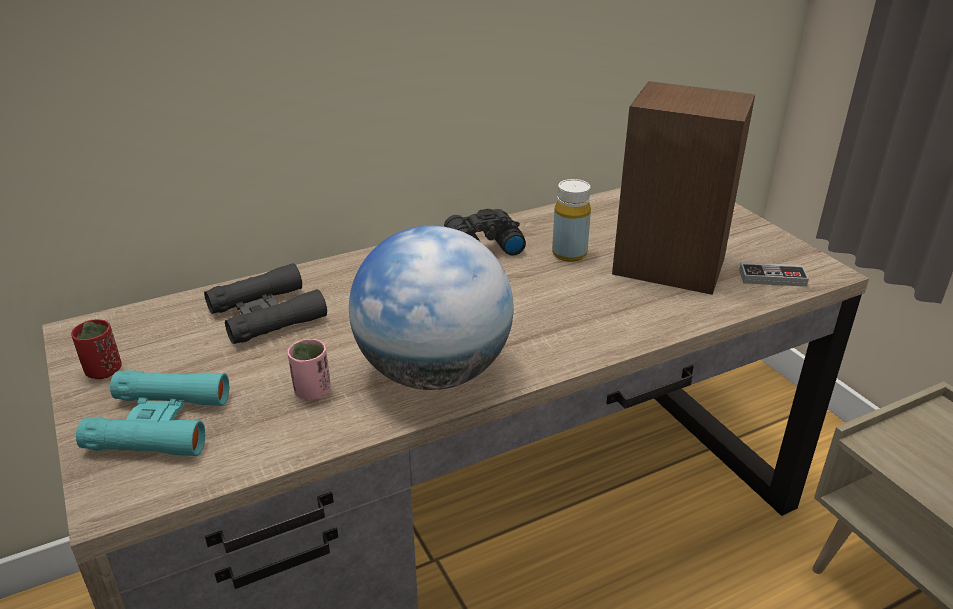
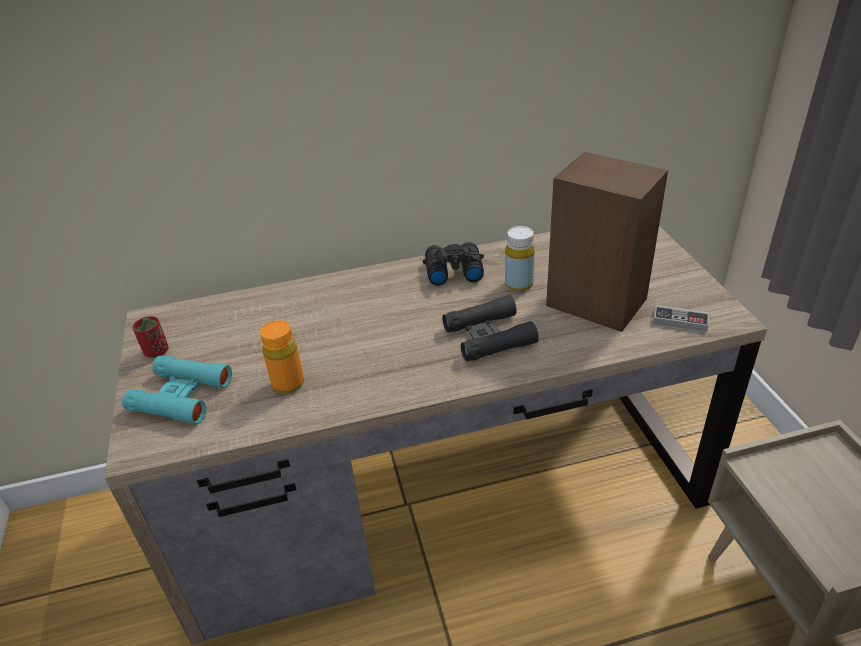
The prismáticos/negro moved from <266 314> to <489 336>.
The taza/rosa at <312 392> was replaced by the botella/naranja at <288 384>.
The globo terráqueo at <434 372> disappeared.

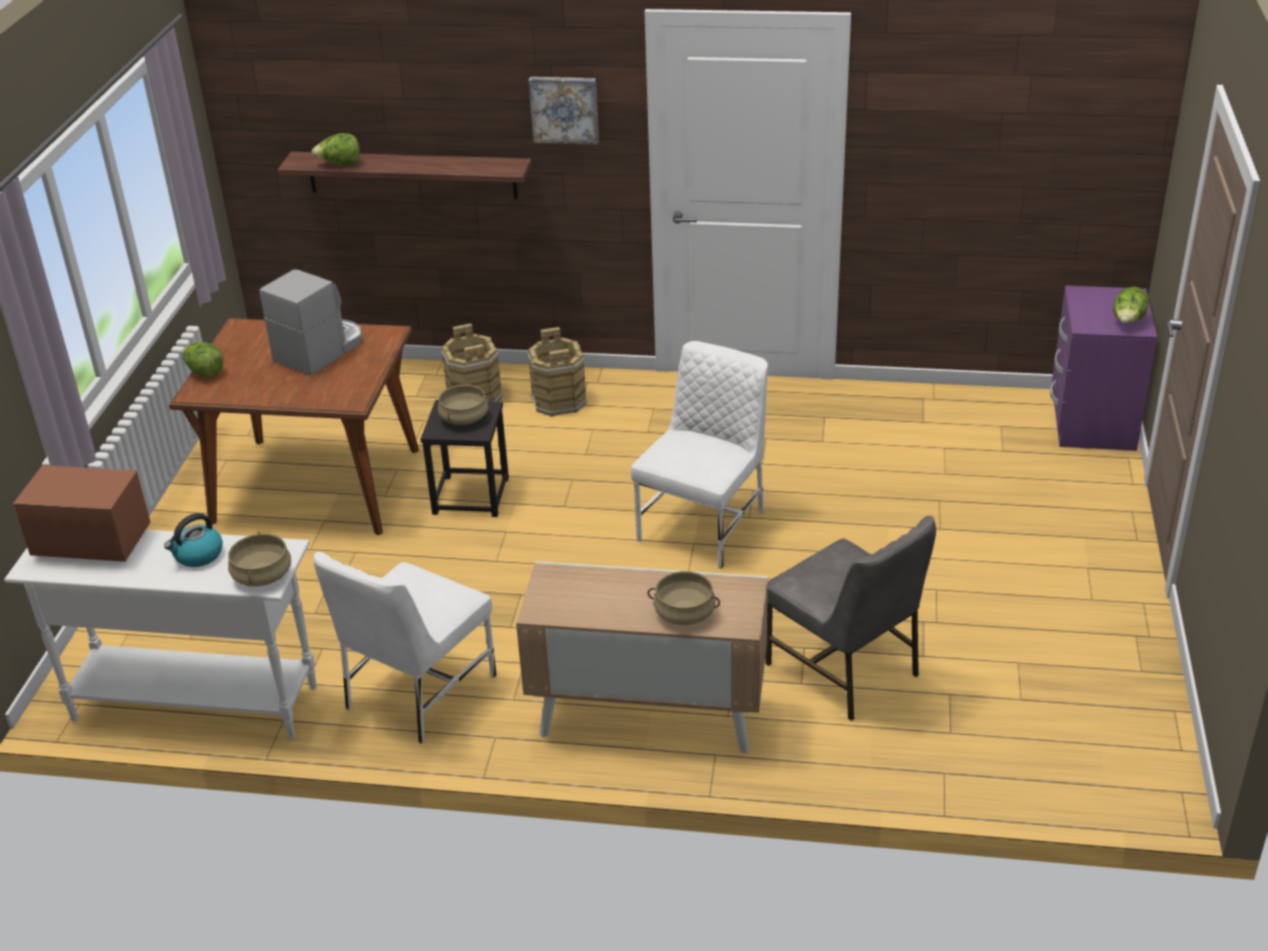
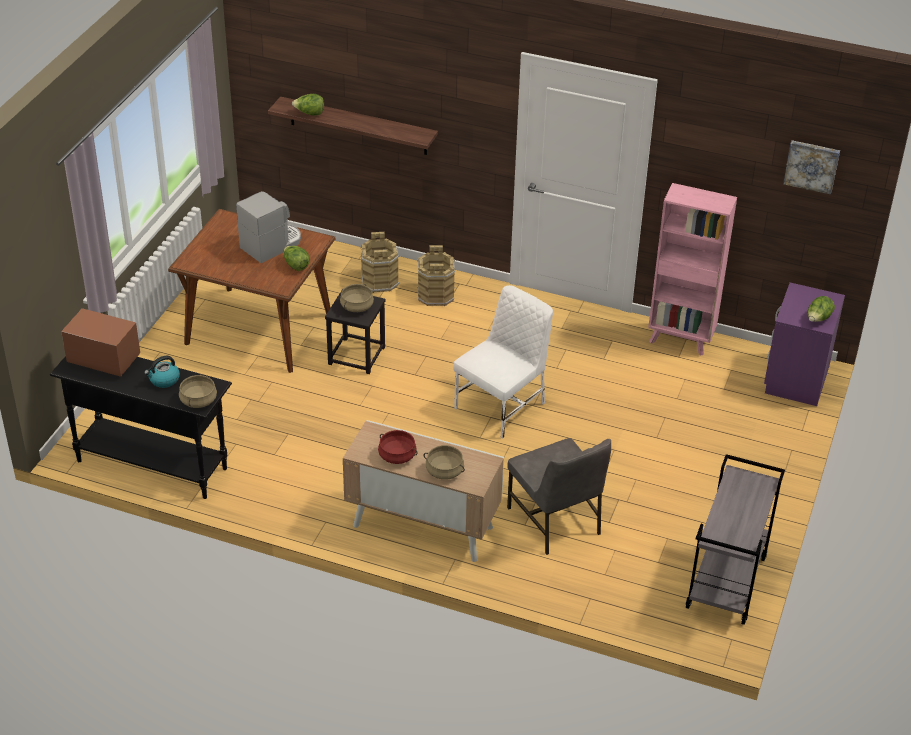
The mesa consola/blanco at <194 703> became the mesa consola/negro at <151 464>.
The lechuga moved from <204 372> to <296 266>.
The silla/blanco at <417 692> disappeared.
The cuadro moved from <564 109> to <811 165>.
The olla/rojo at <397 456> appeared.
The estantería/rosa at <681 340> appeared.
The carrito/gris at <726 584> appeared.

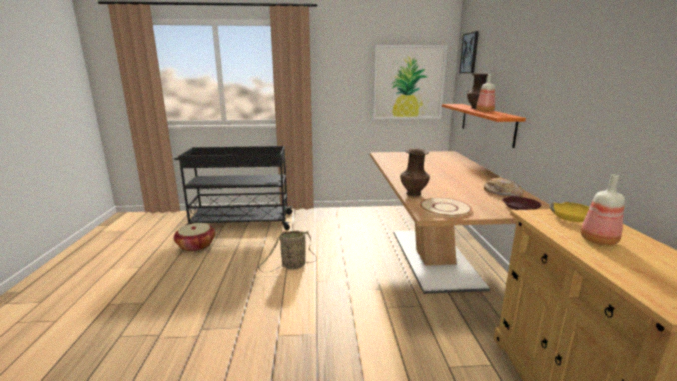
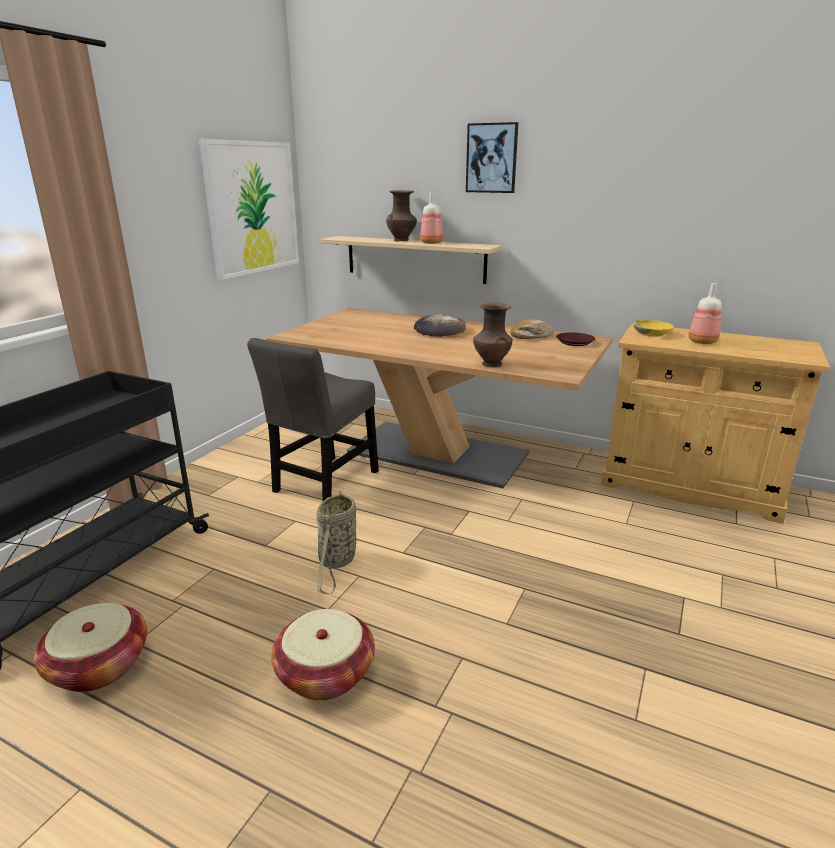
The plato/beis at <444 208> disappeared.
The estante/naranja at <486 123> became the estante/beis at <415 259>.
The cuadro moved from <469 53> to <492 158>.
The silla/gris at <324 484> appeared.
The cesta at <325 673> appeared.
The pan at <439 331> appeared.

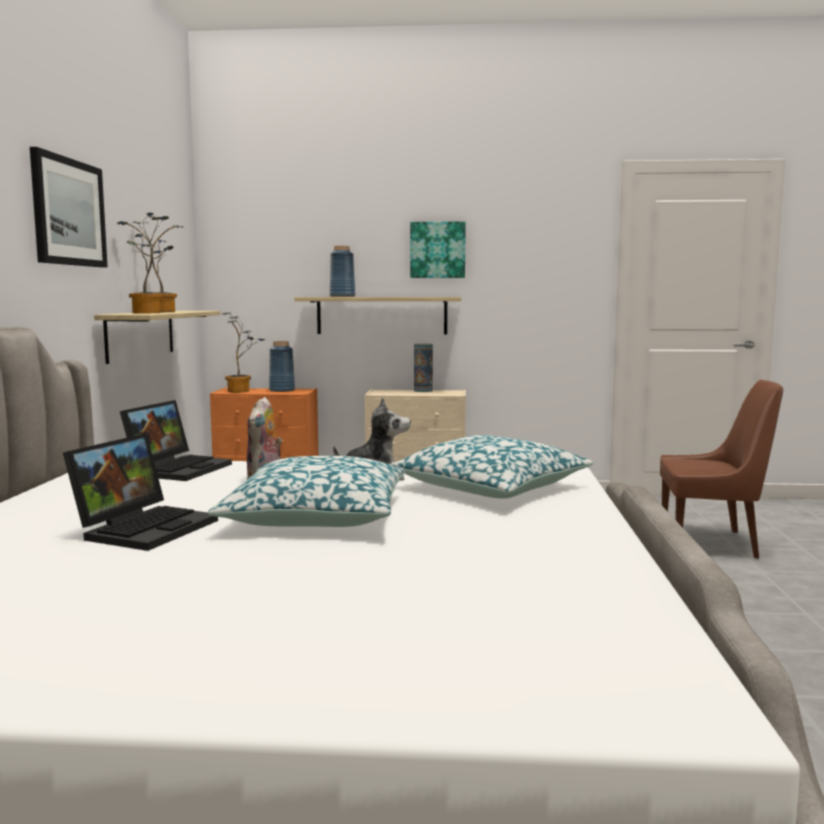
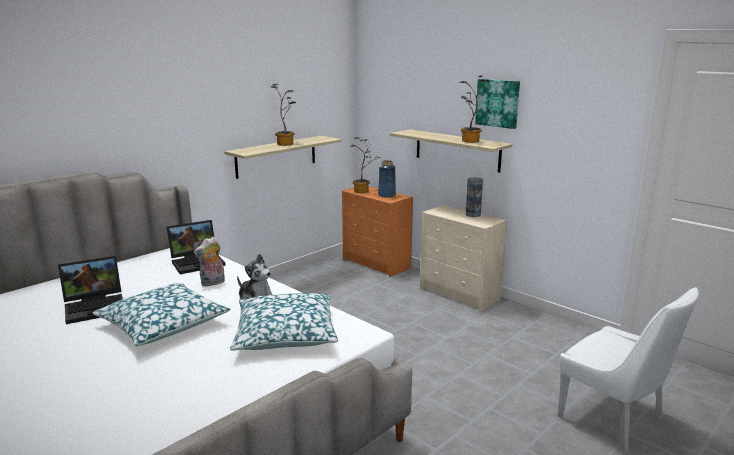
The cuadro at <68 212> disappeared.
The planta en maceta moved from <146 313> to <469 141>.
The florero/azul at <342 296> disappeared.
The silla/marrón at <712 543> became the silla/blanco at <614 419>.

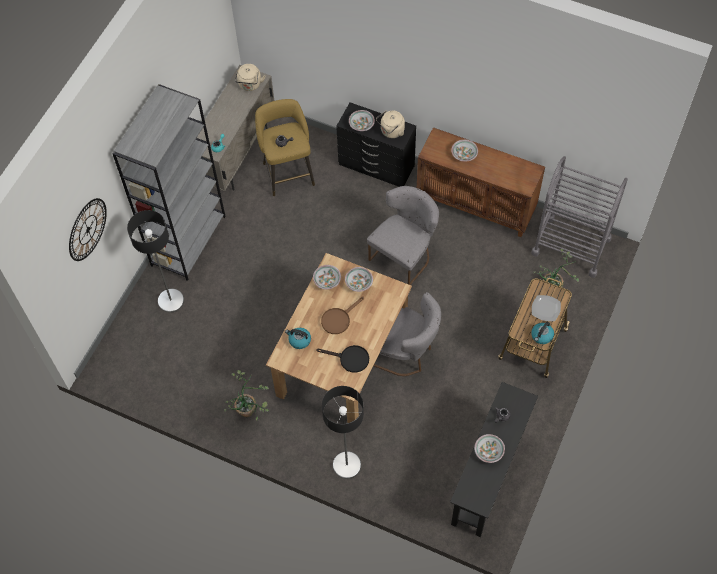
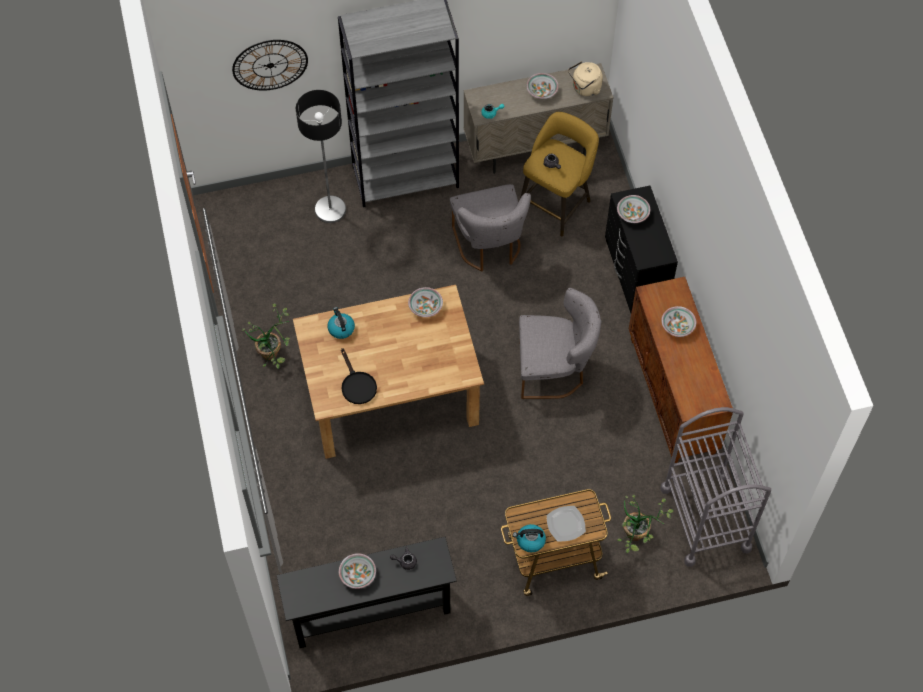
The sartén/marrón at <338 319> disappeared.
The lámpara de pie at <346 465> disappeared.
The cuenco moved from <358 283> to <541 91>.
The silla/gris moved from <405 352> to <489 246>.
The hervidor/beis at <391 131> disappeared.

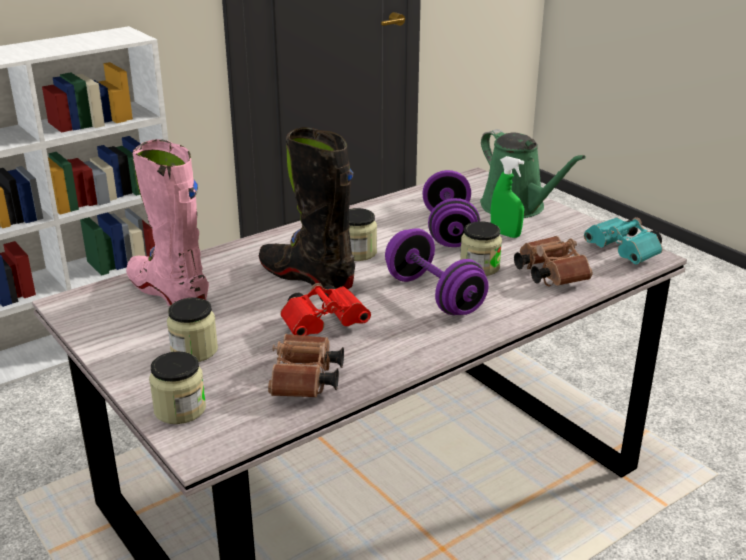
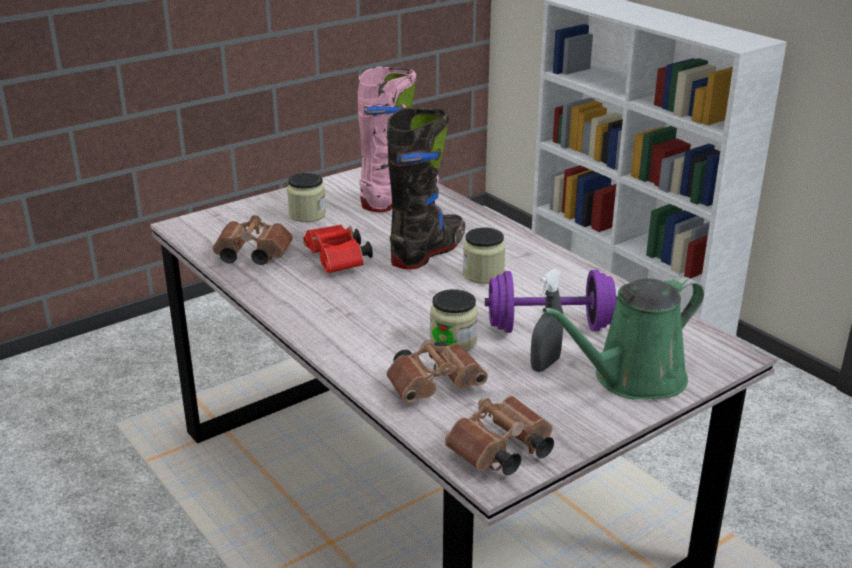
The tarro at <180 409> disappeared.
The mancuerna/morado at <434 295> disappeared.
The pulverizador/verde at <505 234> became the pulverizador/gris at <545 364>.
The prismáticos/turquesa at <625 253> became the prismáticos/marrón at <500 453>.

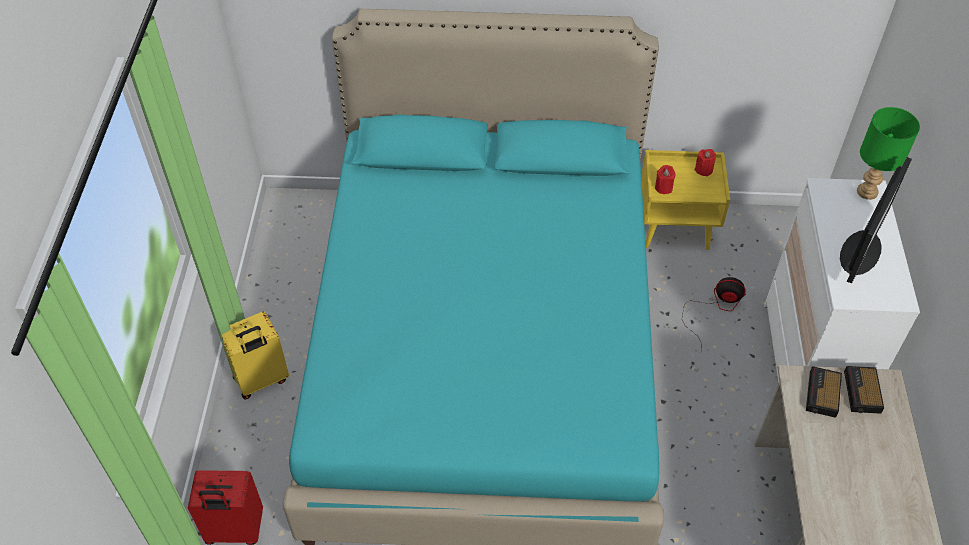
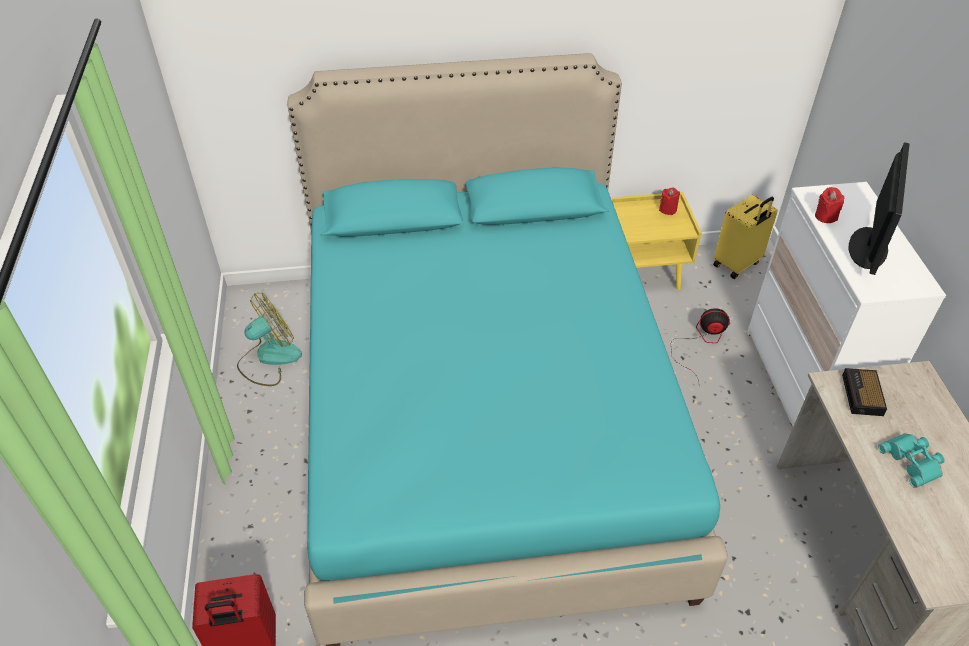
The maleta/amarillo moved from <261 380> to <737 264>.
The vela/rojo moved from <663 187> to <825 216>.
The despertador at <862 393> disappeared.
The lámpara de mesa/verde at <868 192> disappeared.
The ventilador at <269 358> appeared.
The prismáticos/turquesa at <913 461> appeared.

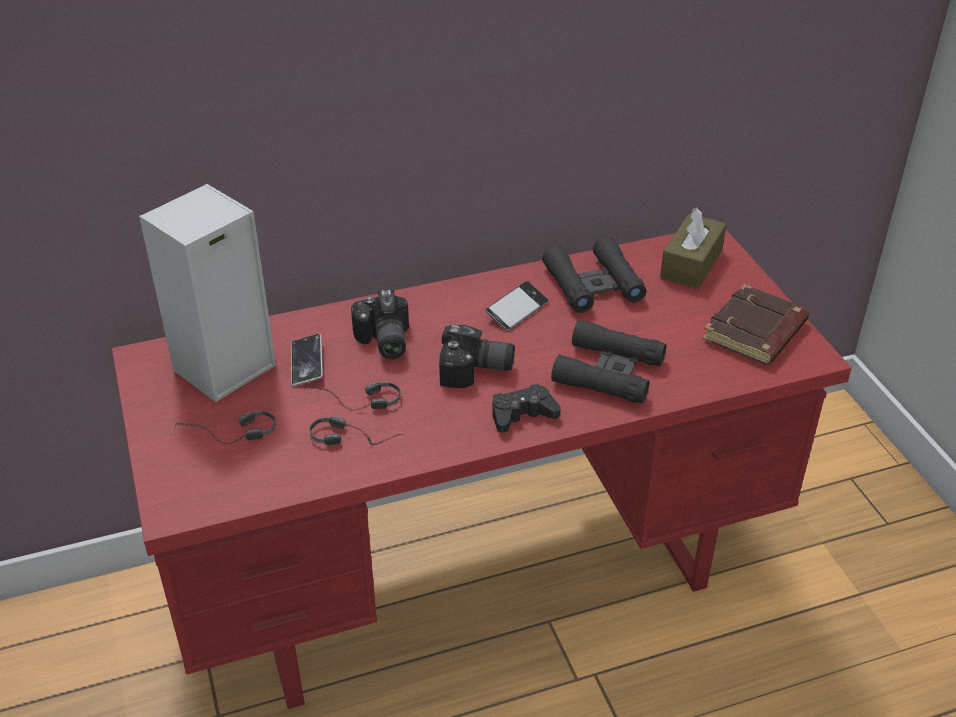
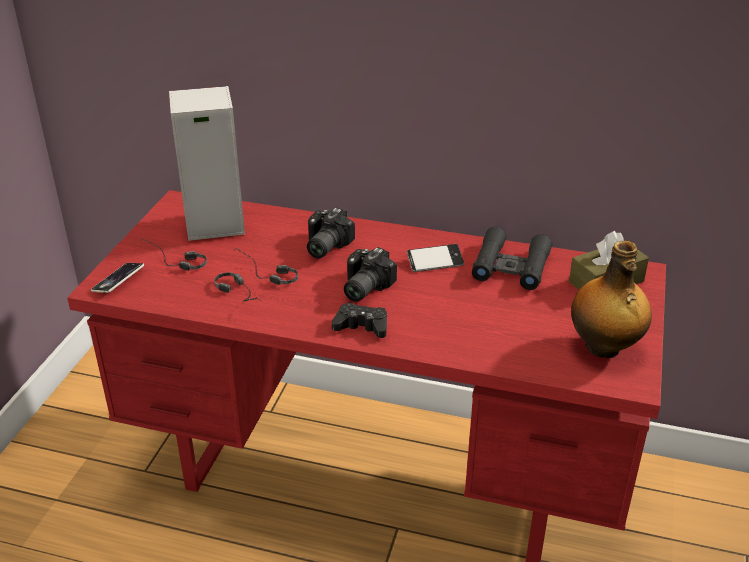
The móvil moved from <307 363> to <118 280>.
The cámara at <476 371> turned 75 degrees clockwise.
The prismáticos/negro at <608 371> disappeared.
The libro/marrón at <755 333> was replaced by the botella at <603 348>.

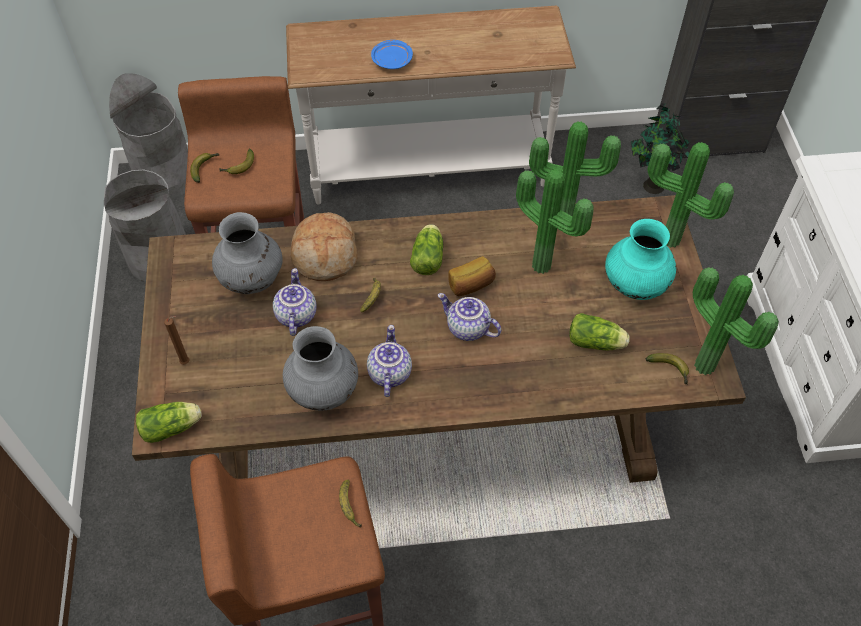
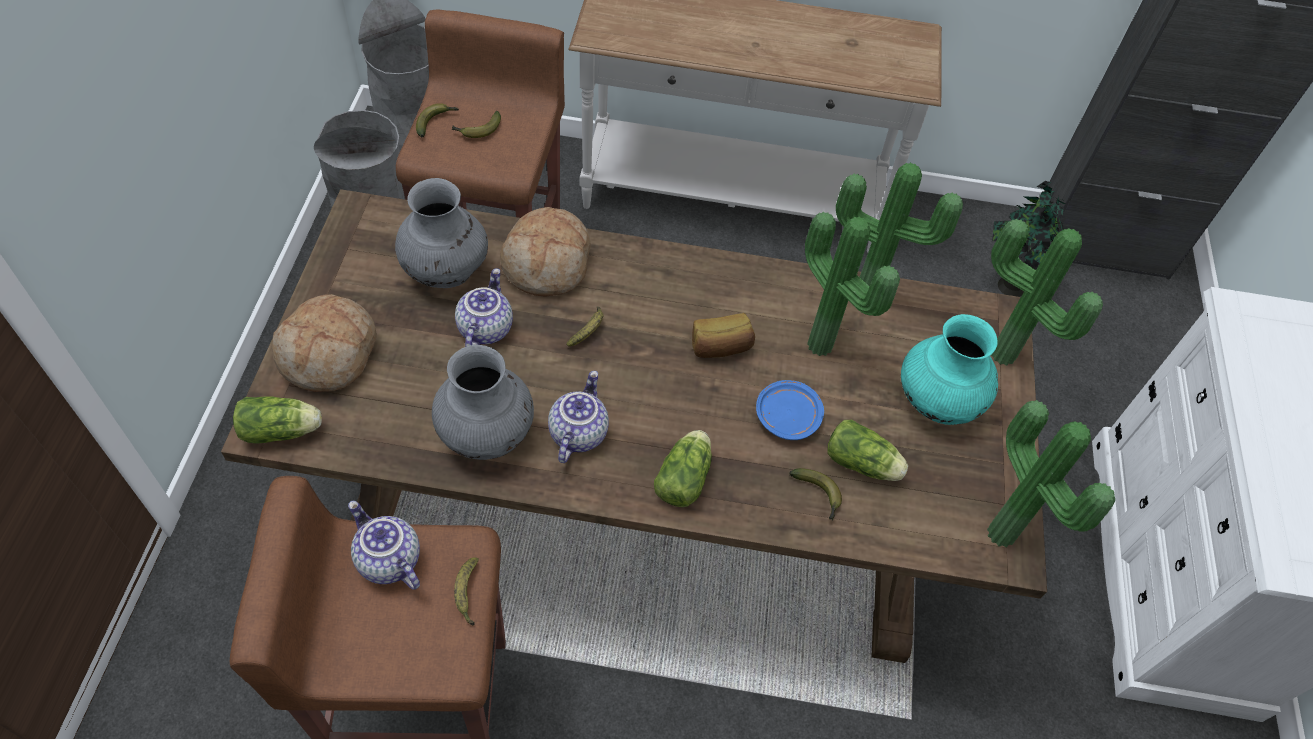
The vela/marrón at <187 362> was replaced by the pan at <329 353>.
The plato/azul moved from <392 60> to <787 416>.
The lechuga moved from <428 257> to <685 476>.
The tetera moved from <467 328> to <387 561>.
The plátano moved from <670 370> to <818 495>.

